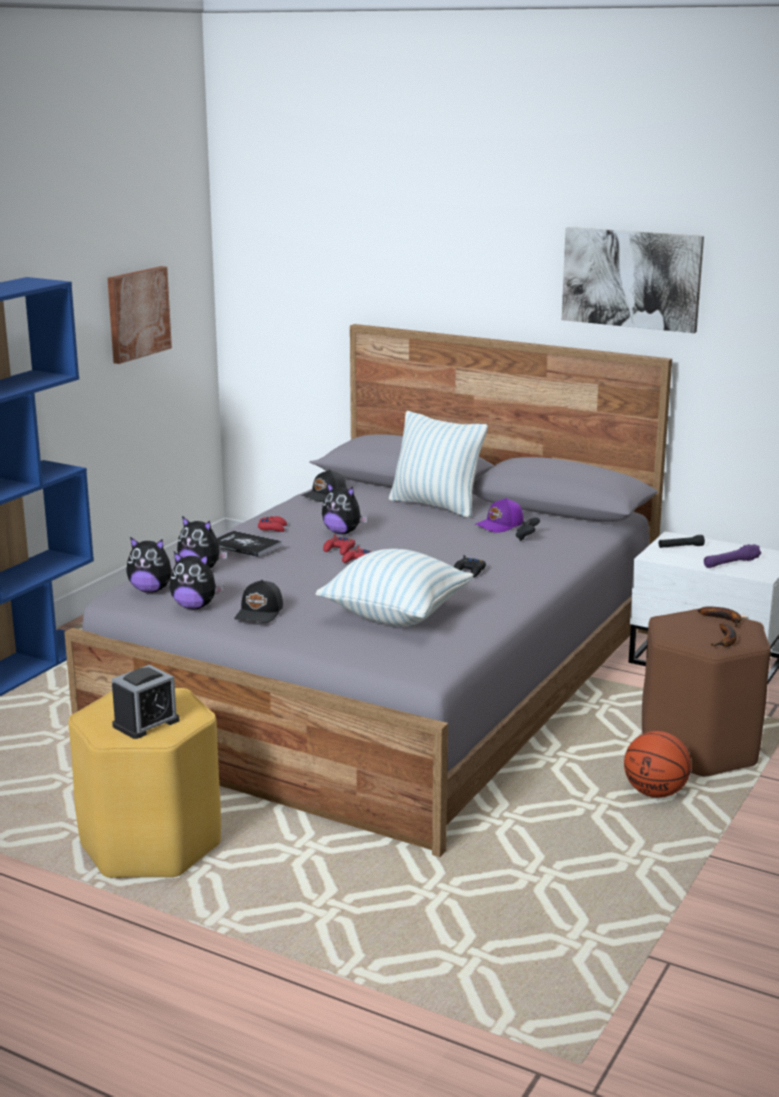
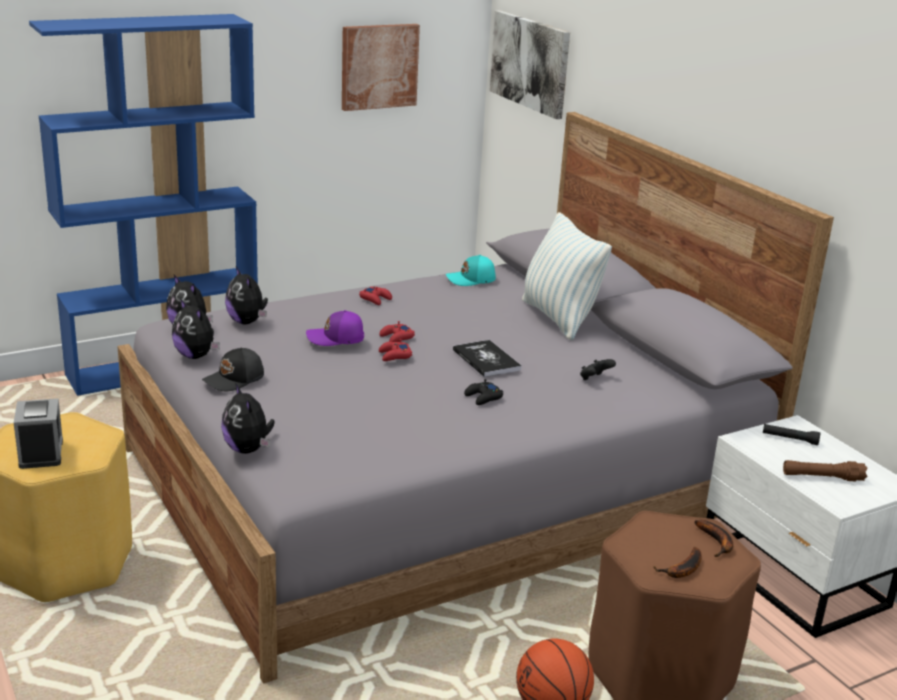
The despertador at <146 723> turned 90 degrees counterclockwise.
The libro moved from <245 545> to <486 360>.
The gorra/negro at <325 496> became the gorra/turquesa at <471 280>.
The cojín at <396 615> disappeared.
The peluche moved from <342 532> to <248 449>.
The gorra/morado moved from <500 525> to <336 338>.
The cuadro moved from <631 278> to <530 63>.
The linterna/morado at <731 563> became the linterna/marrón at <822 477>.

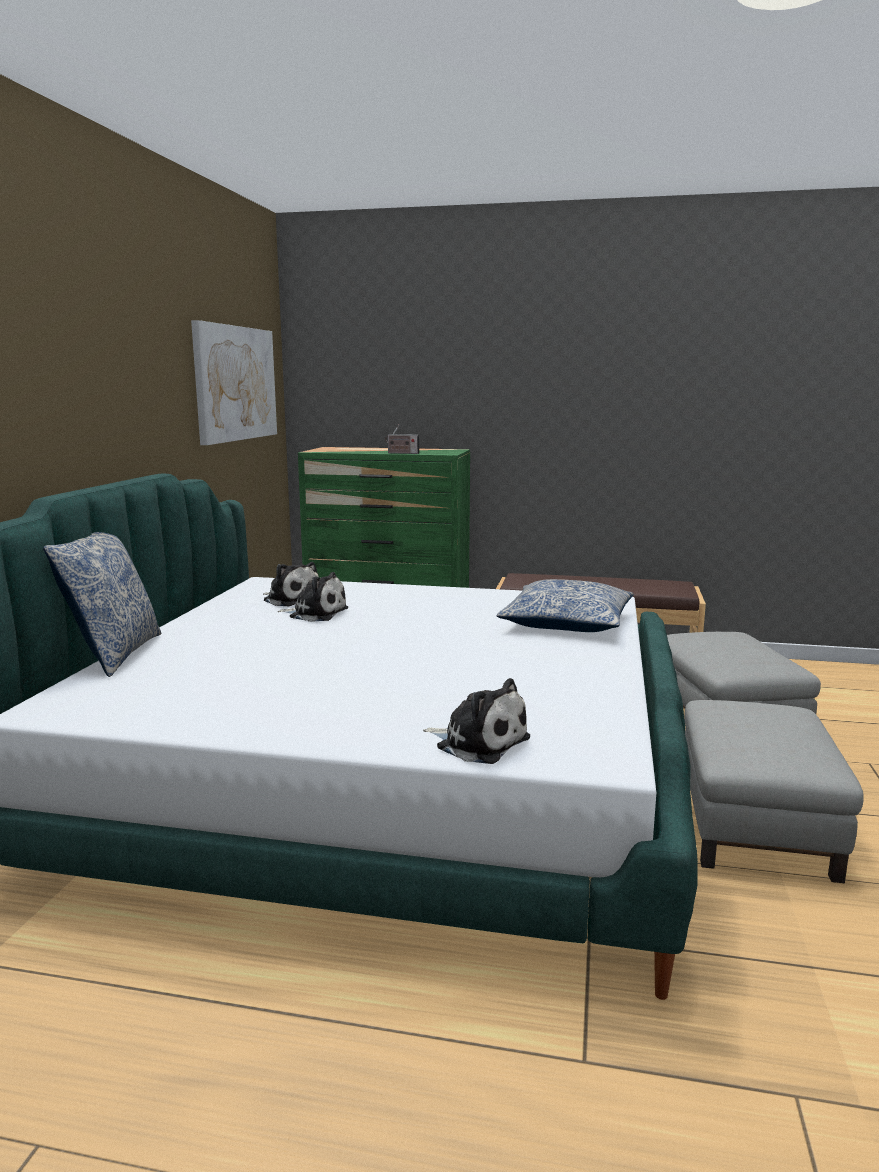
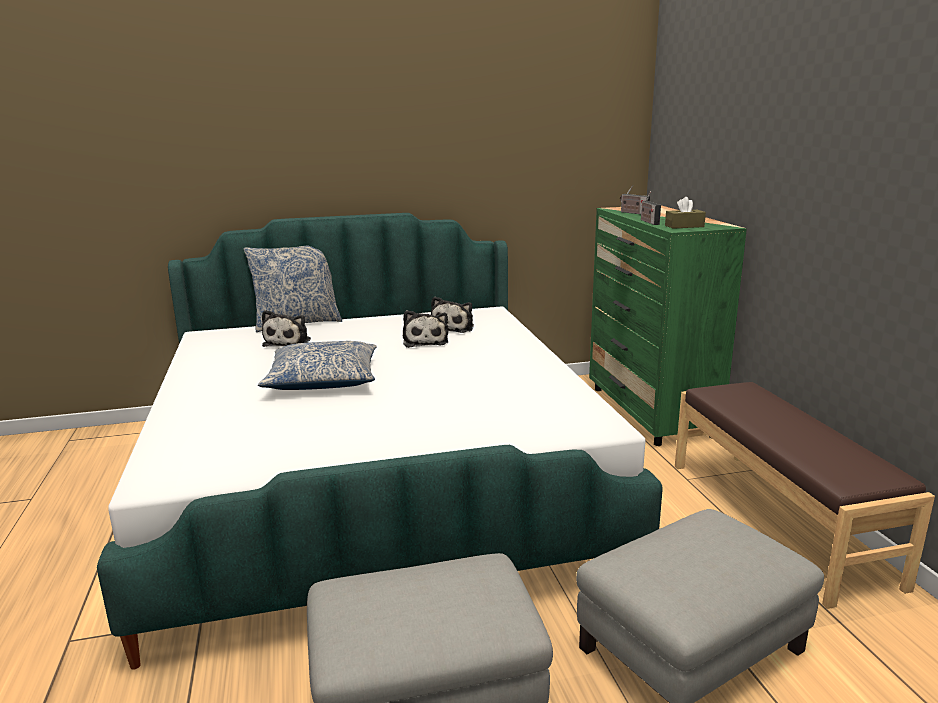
The cuadro at <235 383> disappeared.
The peluche moved from <478 742> to <289 342>.
The cojín moved from <566 622> to <322 380>.
The radio at <633 213> appeared.
The caja de pañuelos/marrón at <684 226> appeared.

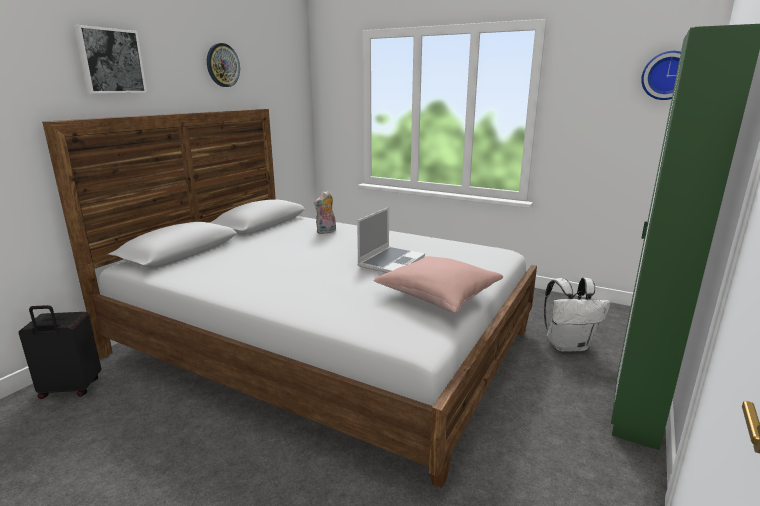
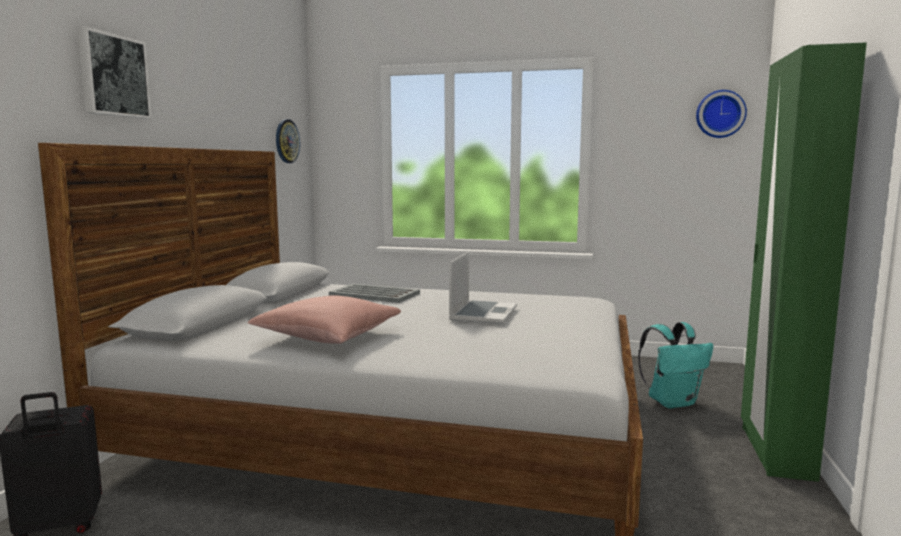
The reloj de pared moved from <222 65> to <286 141>.
The peluche at <326 232> was replaced by the bandeja/gris at <374 294>.
The cojín/rosa moved from <438 295> to <328 337>.
The mochila/blanco at <568 345> became the mochila/turquesa at <672 402>.

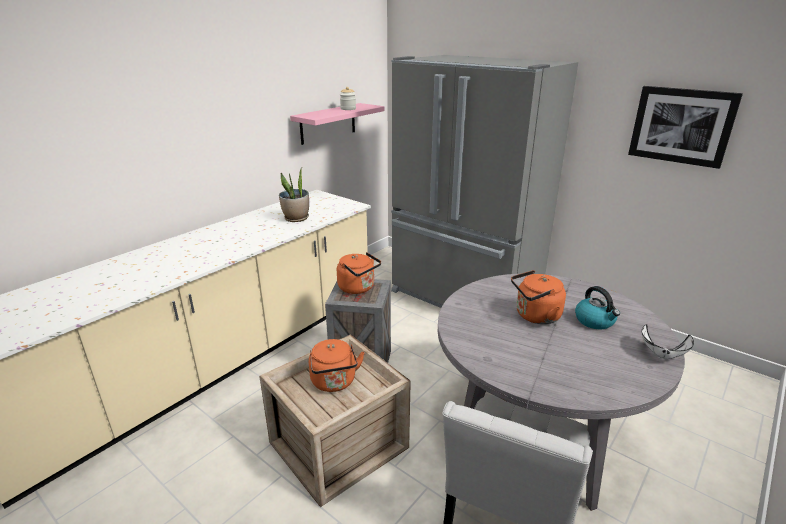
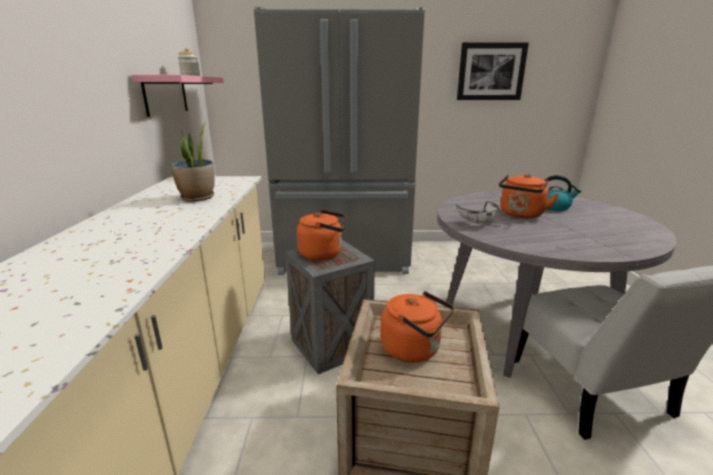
The cuenco/blanco moved from <662 355> to <478 223>.

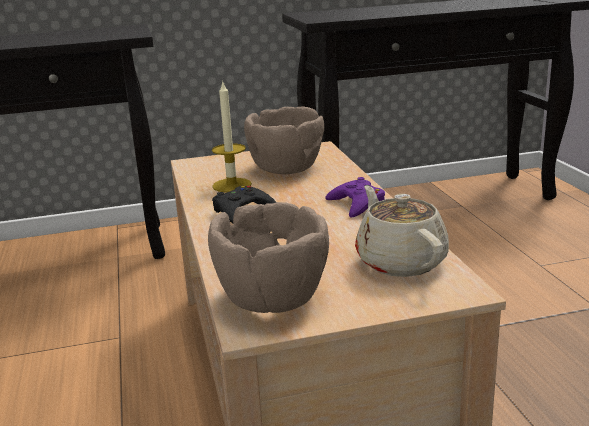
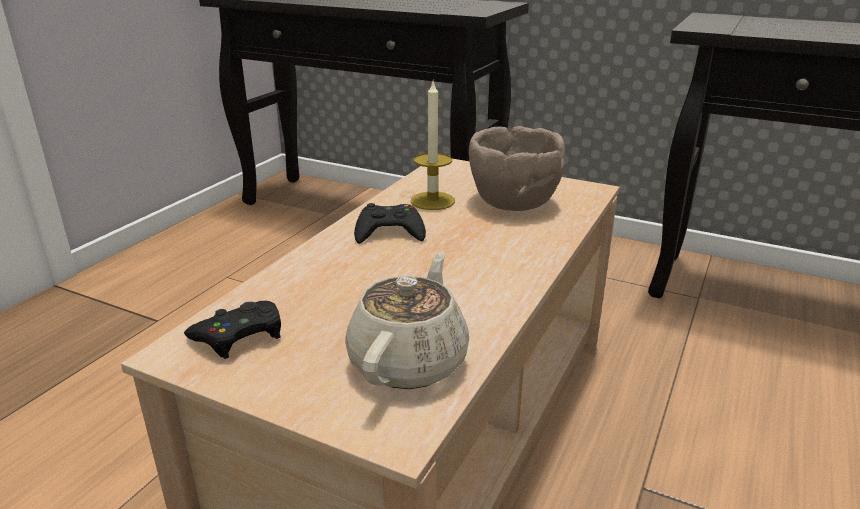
The cuenco/marrón at <273 299> was replaced by the mando de consola/negro at <239 335>.
The mando de consola/morado at <357 204> disappeared.

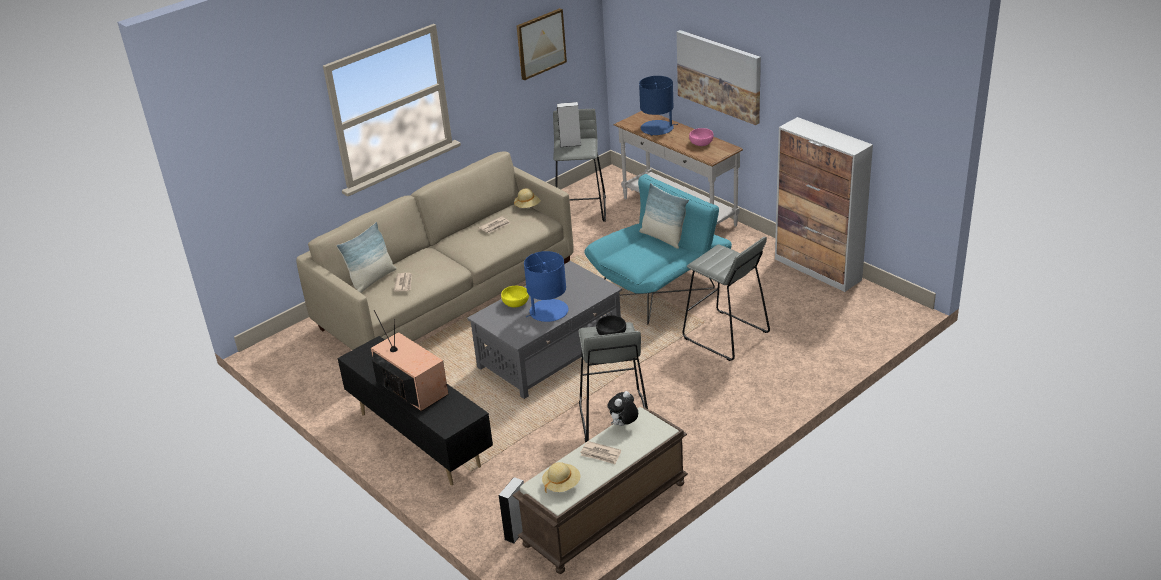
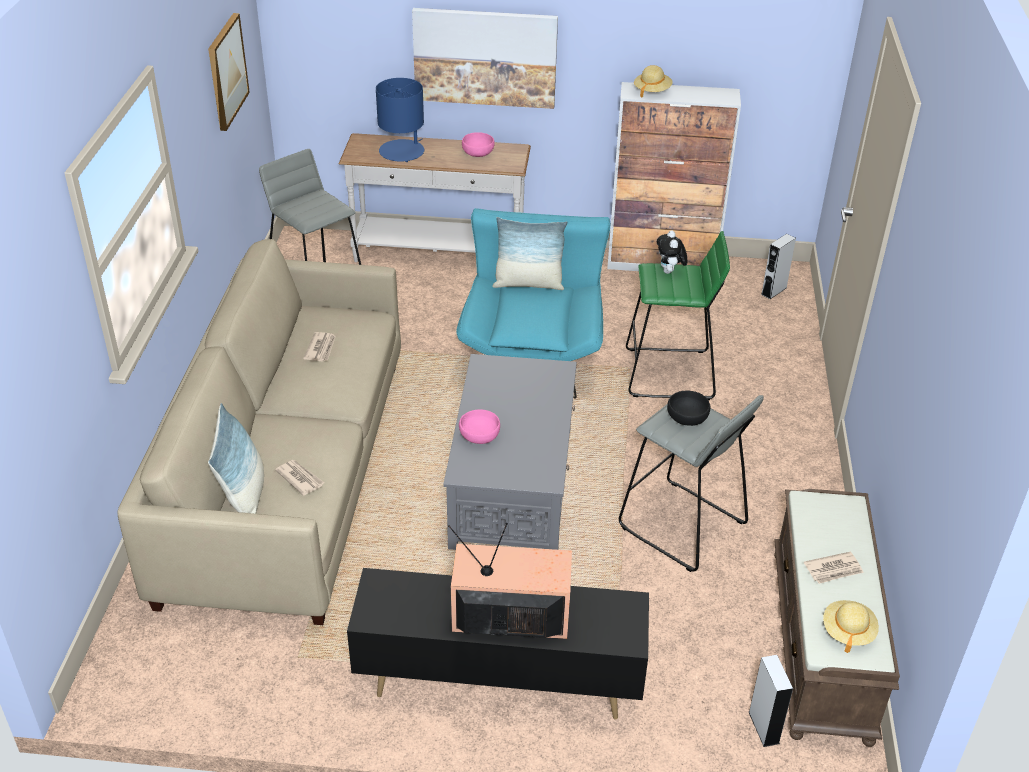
The cuenco/amarillo at <515 303> became the cuenco/rosa at <480 436>.
The sombrero/beis moved from <528 206> to <652 91>.
The lámpara de mesa/azul at <548 311> disappeared.
The altavoz/gris moved from <570 144> to <774 291>.
The peluche moved from <623 425> to <669 272>.
The taburete/gris at <726 336> became the taburete/verde at <670 374>.

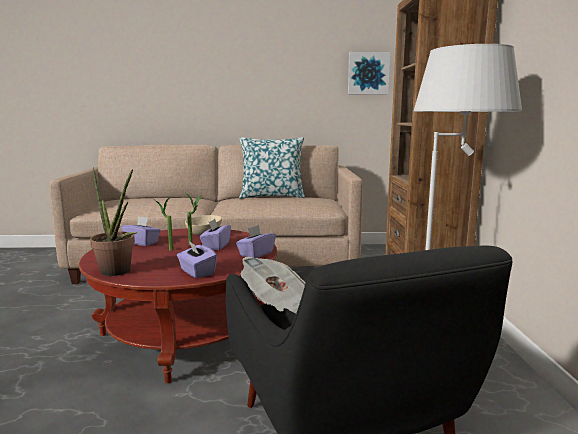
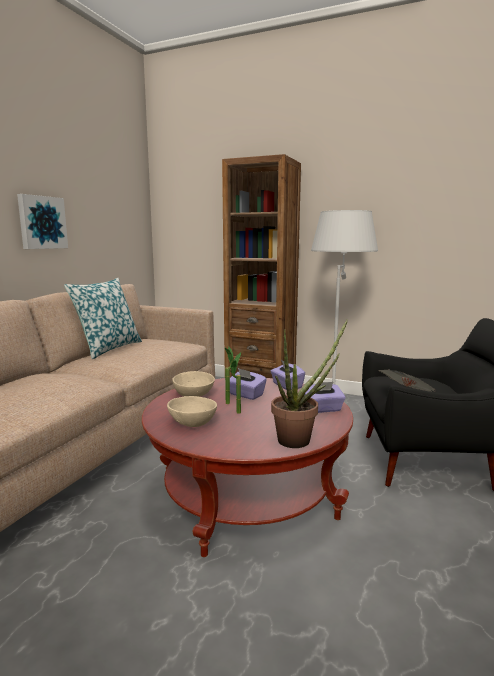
The caja de pañuelos/morado at <142 242> was replaced by the cuenco/beis at <192 423>.
The cuadro moved from <368 73> to <41 222>.

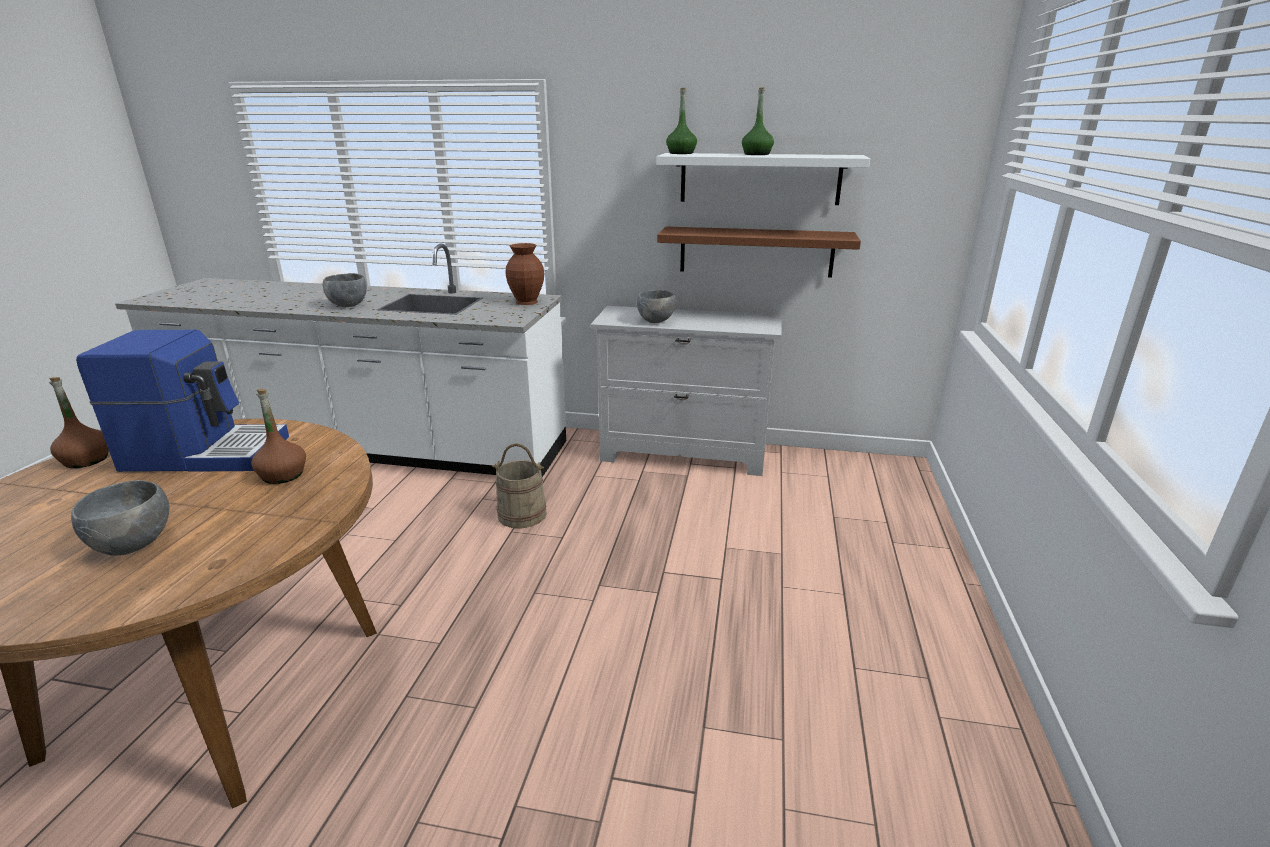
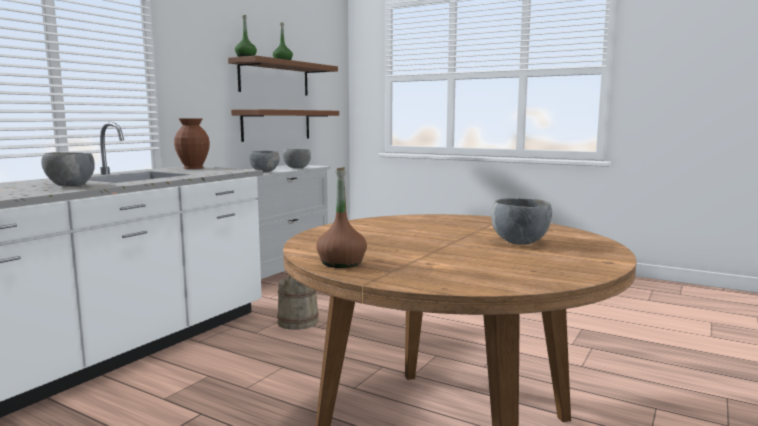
The cafetera at <206 452> disappeared.
The botella/marrón at <283 475> disappeared.
The estante/blanco at <760 178> became the estante/marrón at <274 78>.
The cuenco/gris at <297 168> appeared.

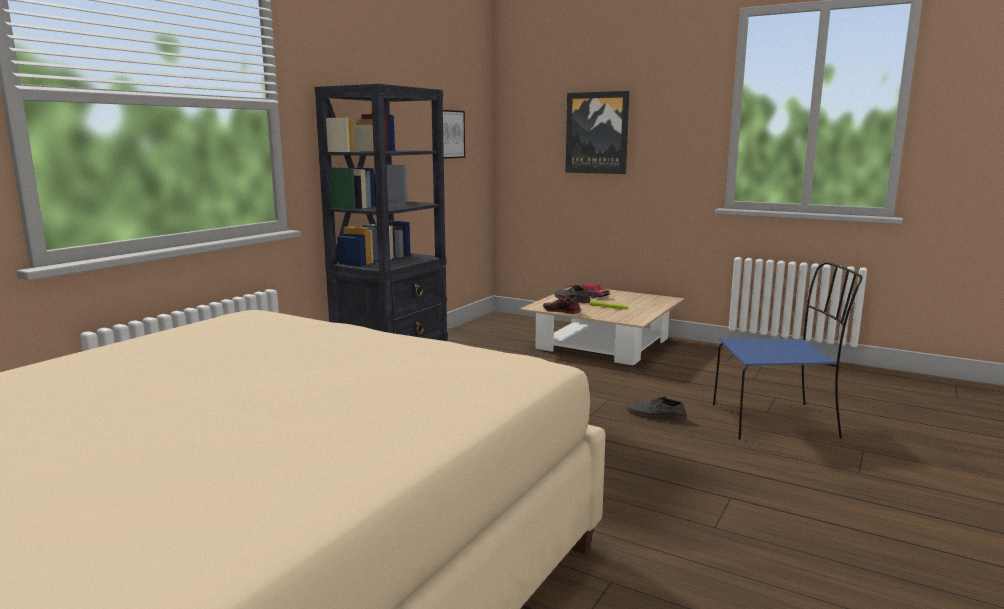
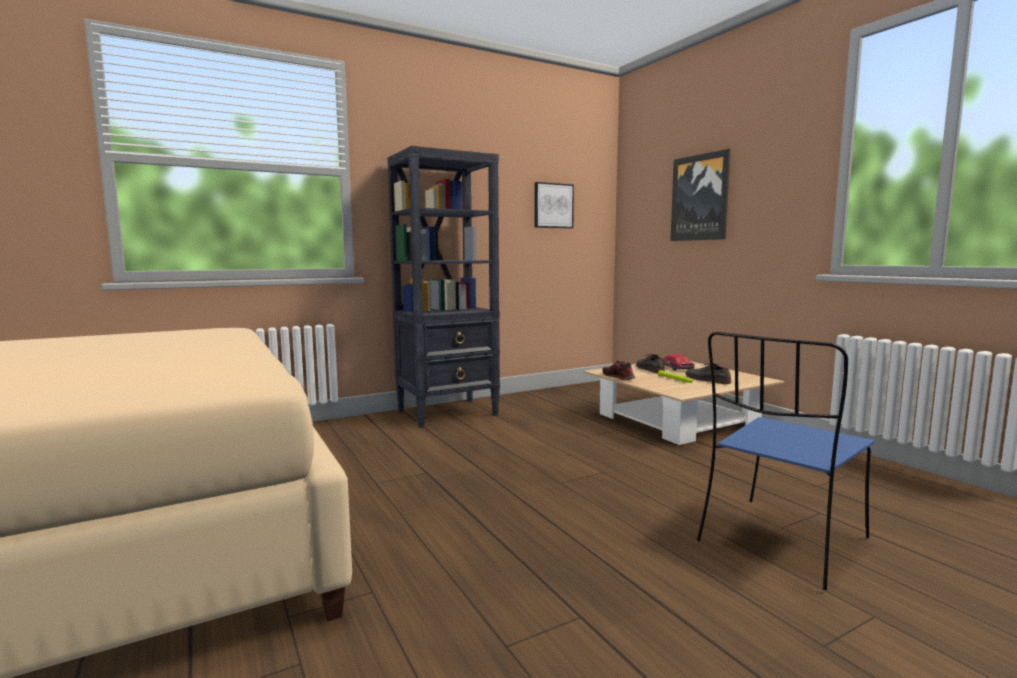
The zapato/gris moved from <656 416> to <707 379>.
The silla/azul at <776 421> turned 105 degrees clockwise.

